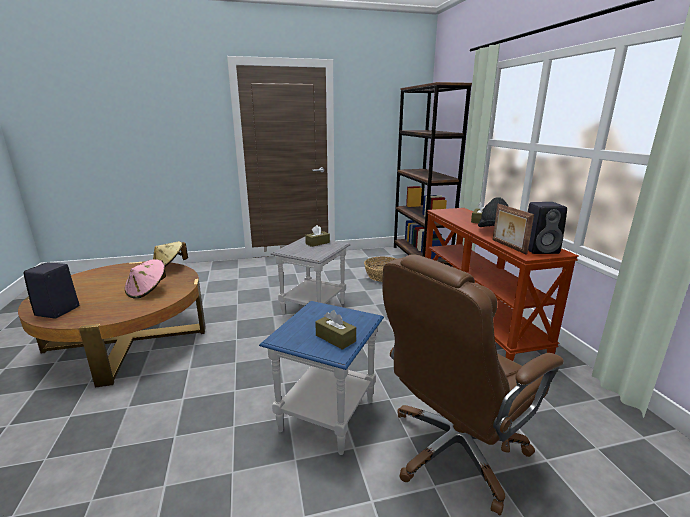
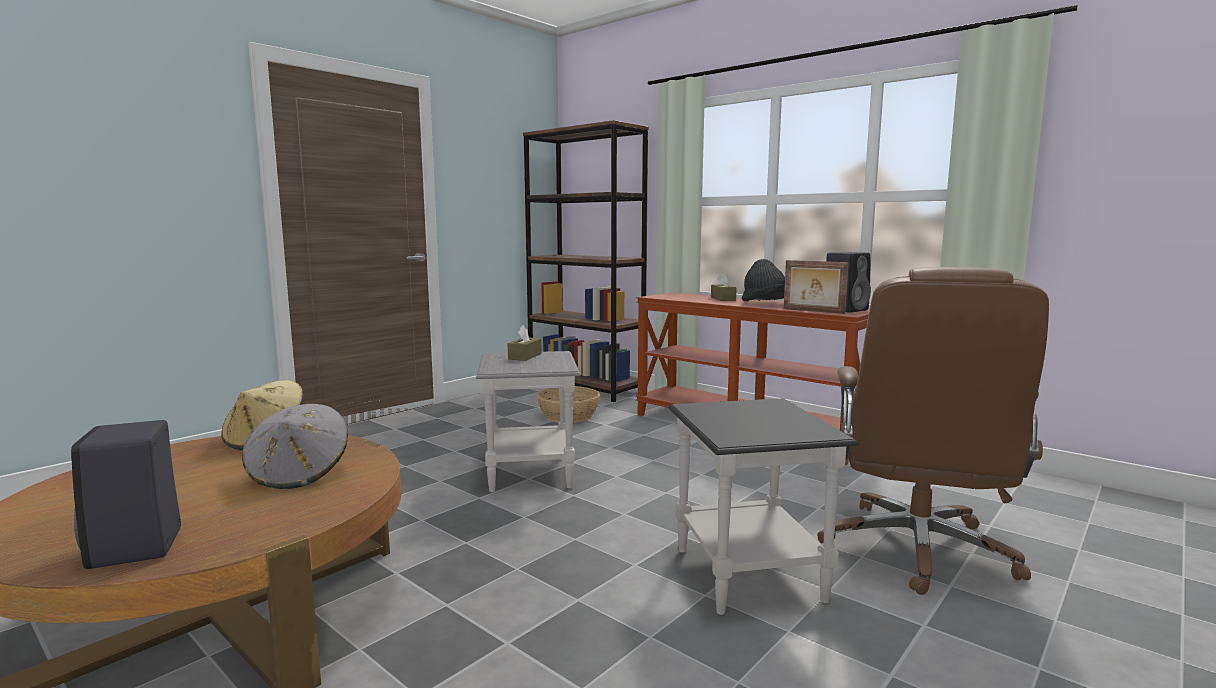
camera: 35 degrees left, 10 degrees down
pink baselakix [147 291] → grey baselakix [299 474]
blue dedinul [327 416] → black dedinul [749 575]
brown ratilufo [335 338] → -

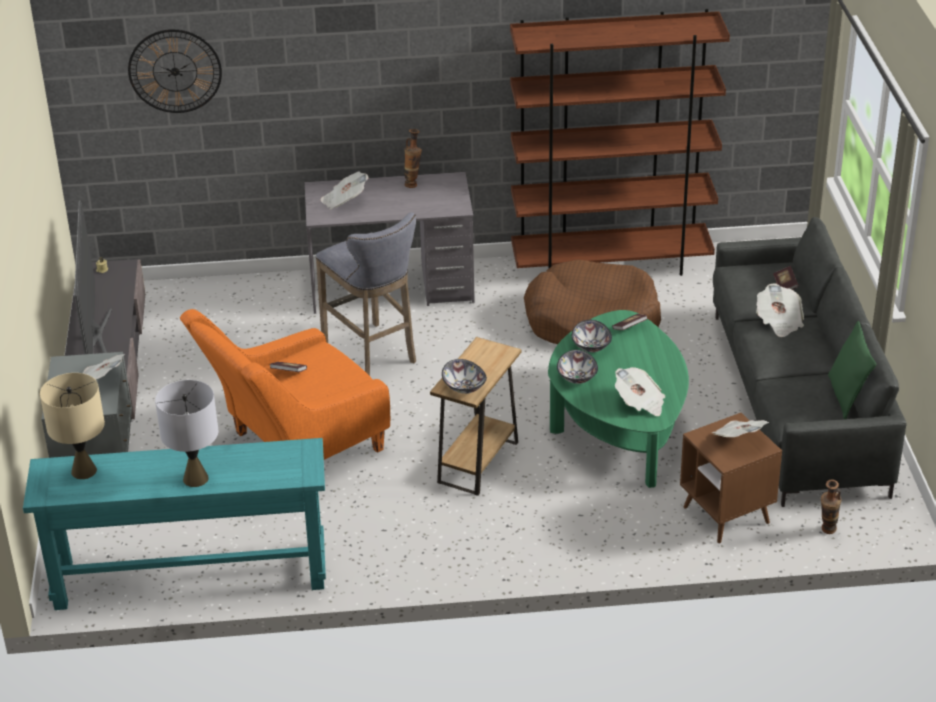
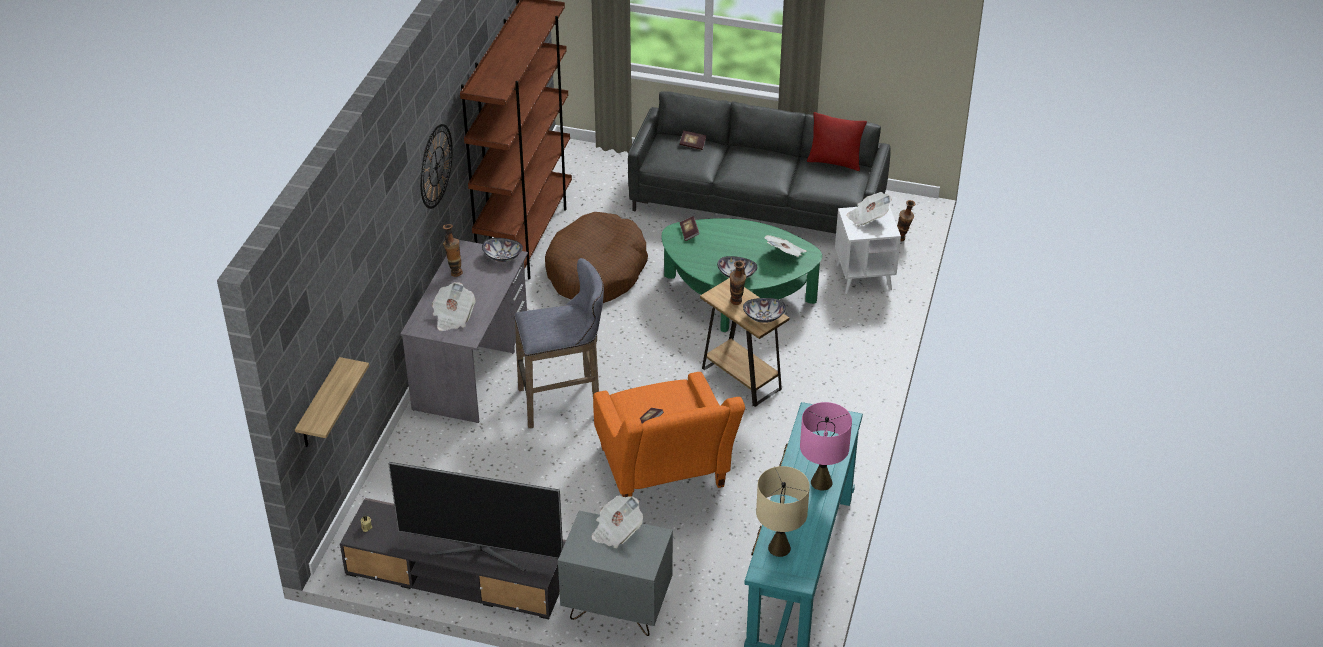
camera: 70 degrees left, 5 degrees up
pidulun [175 71] → pidulun [436 166], relocated
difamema [779 322] → -
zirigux [590 346] → zirigux [502 257], relocated
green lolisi [846 396] → red lolisi [834 162]
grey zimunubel [196 478] → pink zimunubel [821 482]
brown dedinul [726 515] → white dedinul [863 277]
- → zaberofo [736 304]
- → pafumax [319 406]

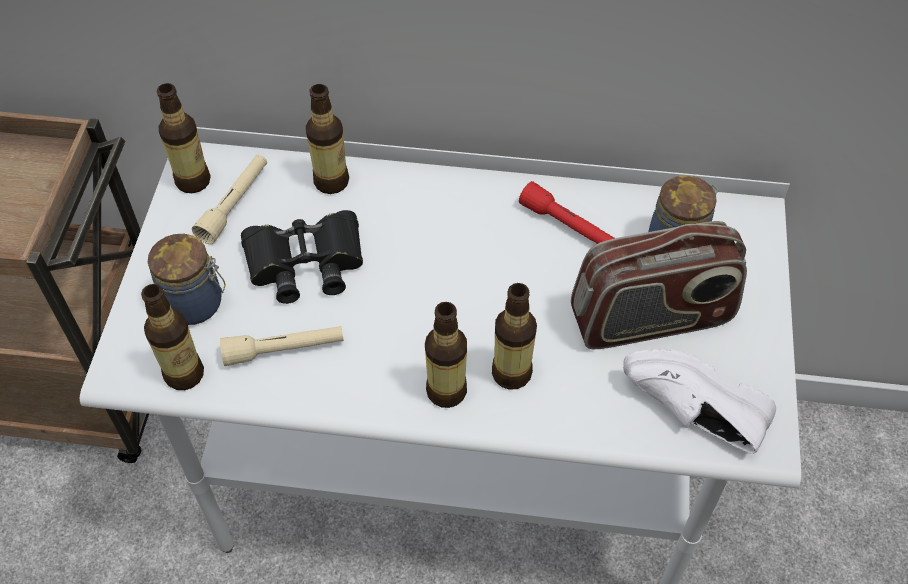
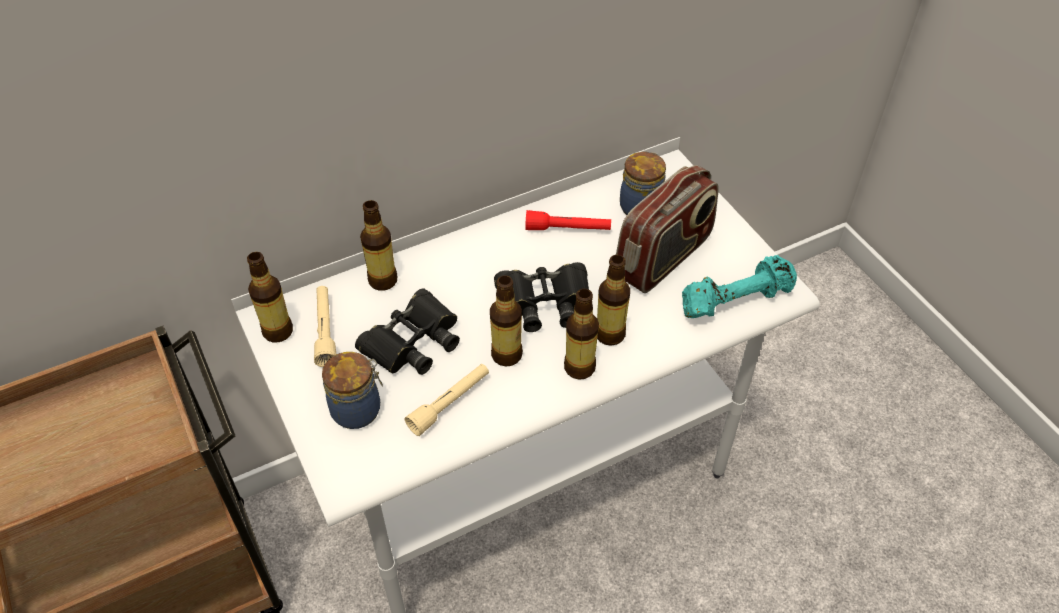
camera: 35 degrees left, 5 degrees down
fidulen [184 374] → fidulen [506 354], relocated
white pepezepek [692 417] → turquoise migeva [735 300]
- → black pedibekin [544 302]

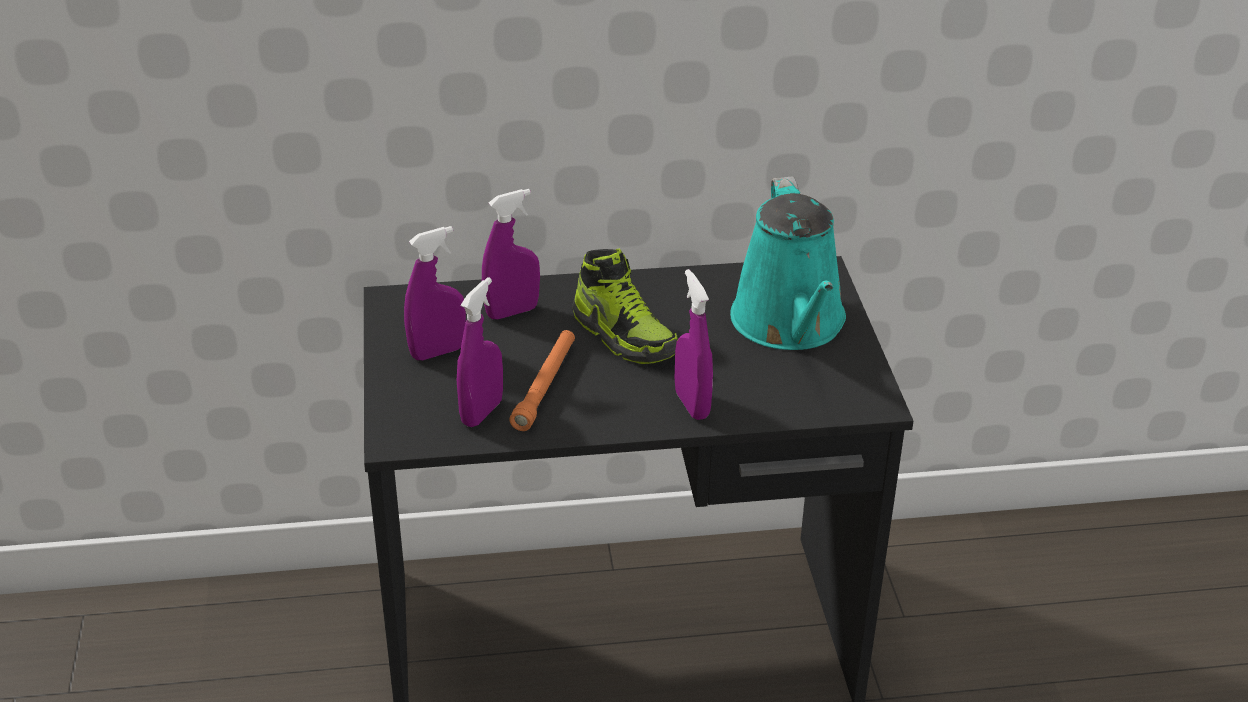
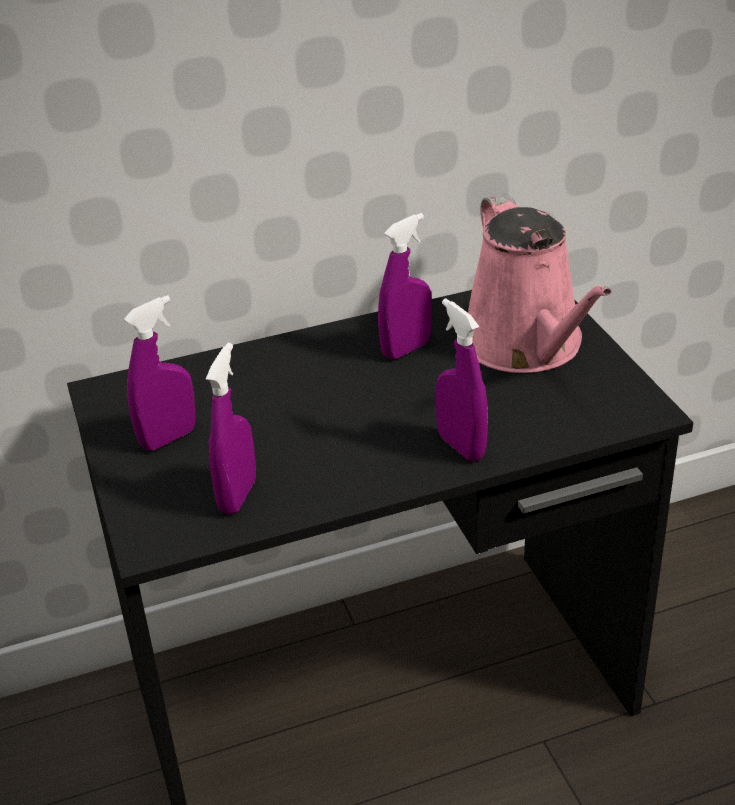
camera: 10 degrees left, 0 degrees up
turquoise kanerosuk [790 324] → pink kanerosuk [527 346]
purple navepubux [512 312] → purple navepubux [406 349], relocated
pepezepek [624 335] → -
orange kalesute [545 386] → -

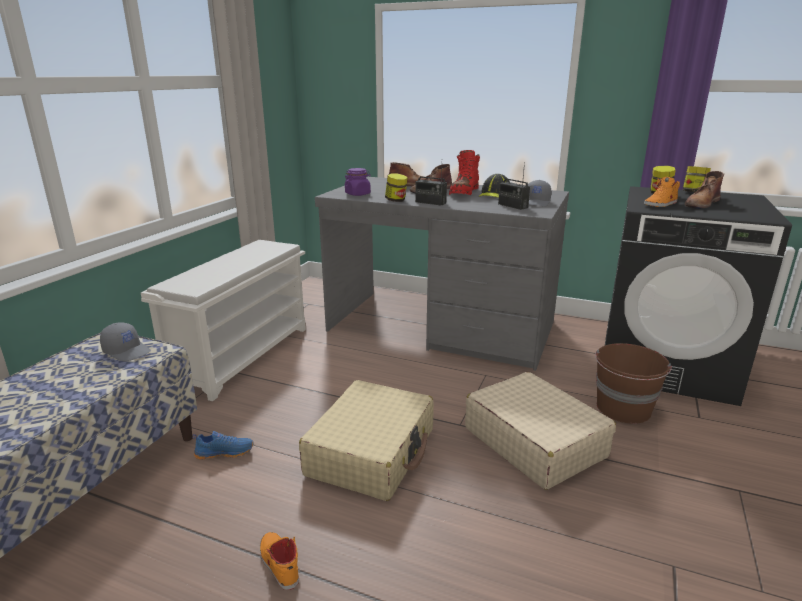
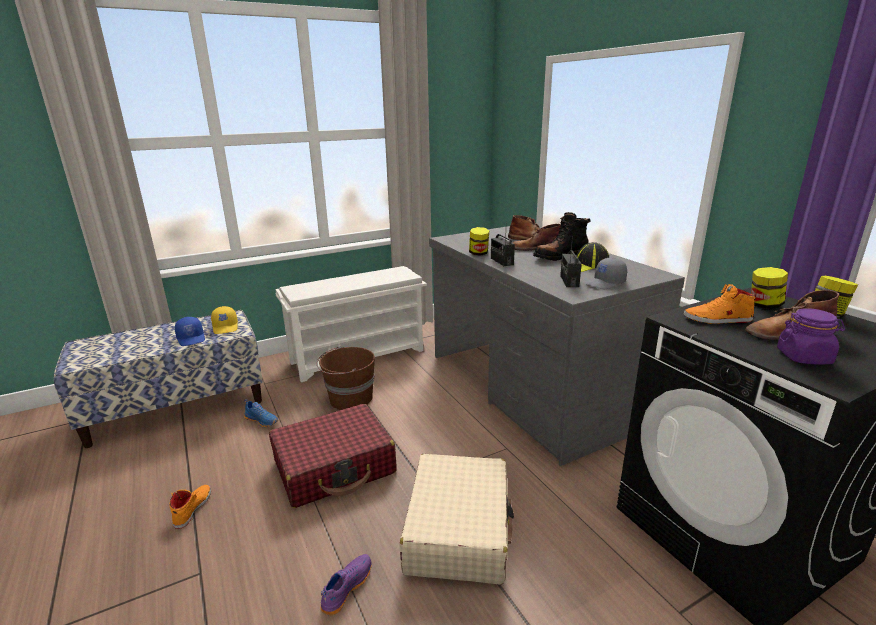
camera: 40 degrees right, 0 degrees up
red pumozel [464 192] → black pumozel [560 257]
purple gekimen [358 194] → purple gekimen [804 357], relocated
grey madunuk [127 351] → yellow madunuk [226 327]
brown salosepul [623 409] → brown salosepul [350 399], relocated
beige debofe [372 452] → red debofe [335 467]
- → blue madunuk [191 338]
- → purple pepezepek [346 587]

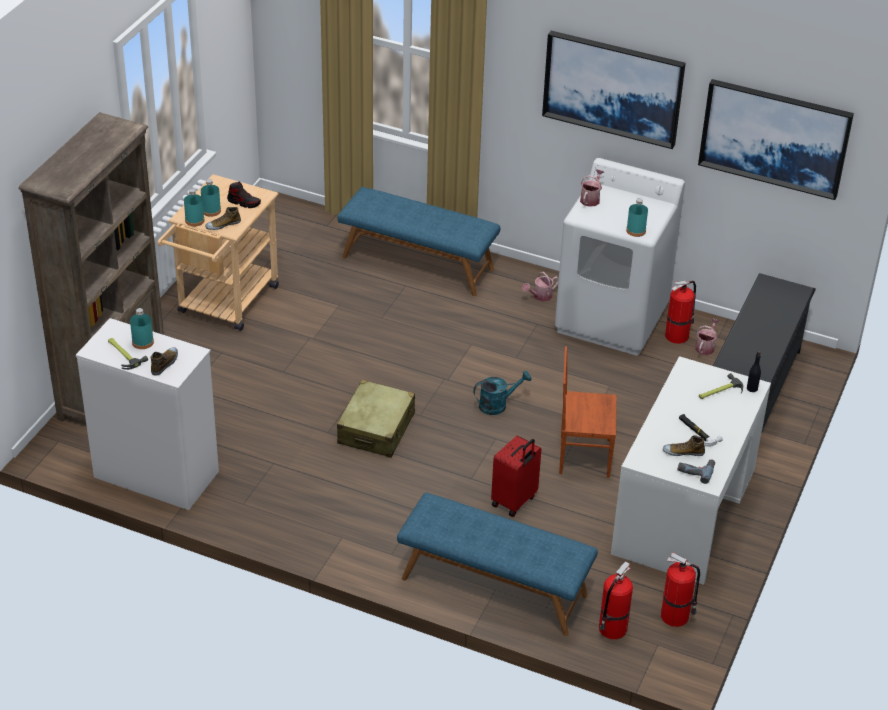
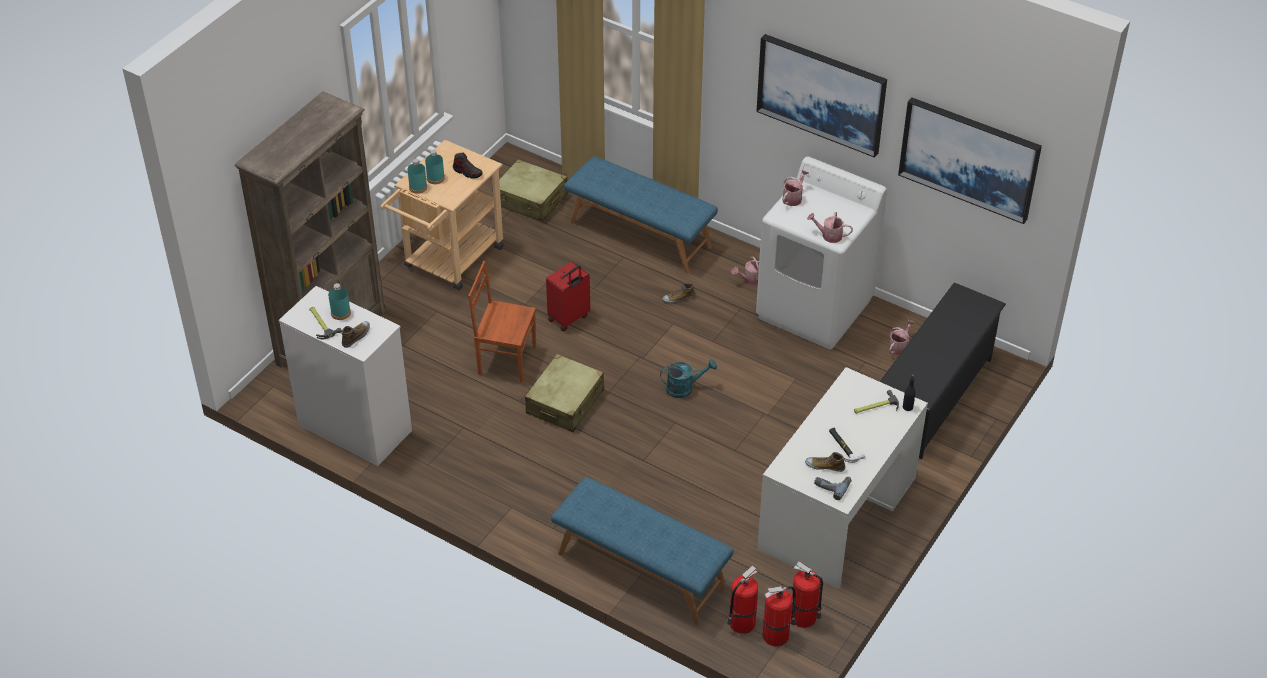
camera: 10 degrees right, 5 degrees up
turquoise fidulen [636 230] → kanerosuk [829 235]
pepezepek [223 225] → pepezepek [678 298], relocated
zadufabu [677 335] → zadufabu [777 635], relocated
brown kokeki [583 455] → brown kokeki [506 359], relocated
red debofe [514 501] → red debofe [569 318], relocated
- → beige debofe [531 200]

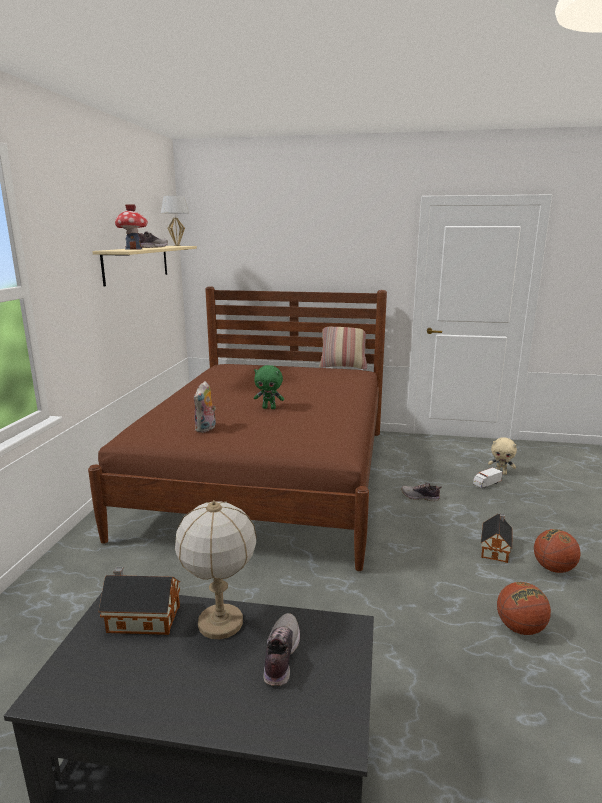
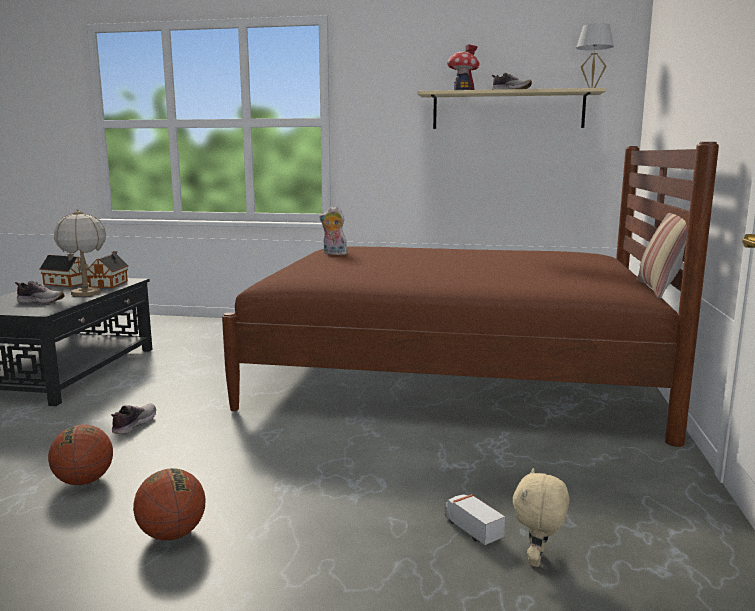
camera: 90 degrees right, 5 degrees down
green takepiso [269 408] → -
pepezepek [420 497] → pepezepek [133 425], relocated
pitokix [495 549] → pitokix [67 283], relocated

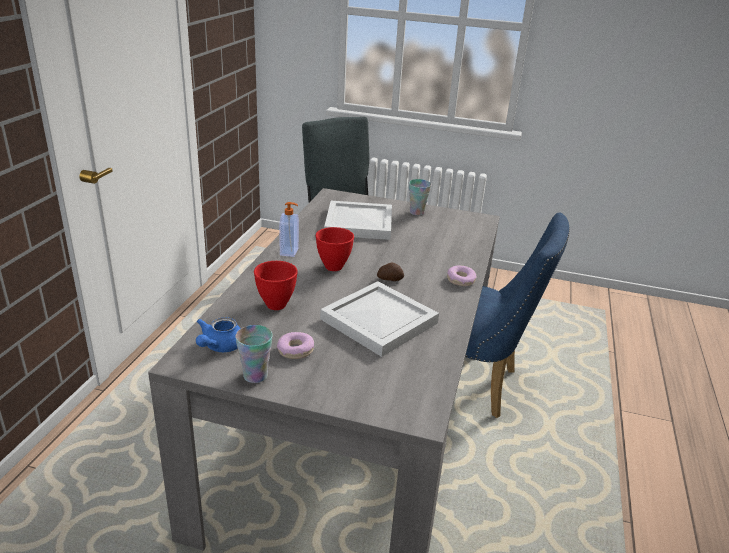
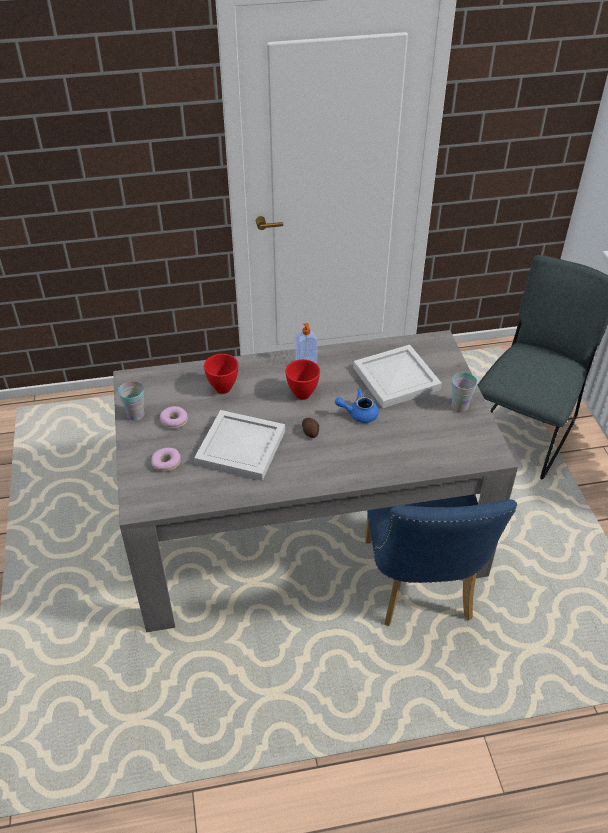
camera: 65 degrees right, 15 degrees up
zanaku [460 280] → zanaku [166 463], relocated
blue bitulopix [219 346] → blue bitulopix [358 414], relocated

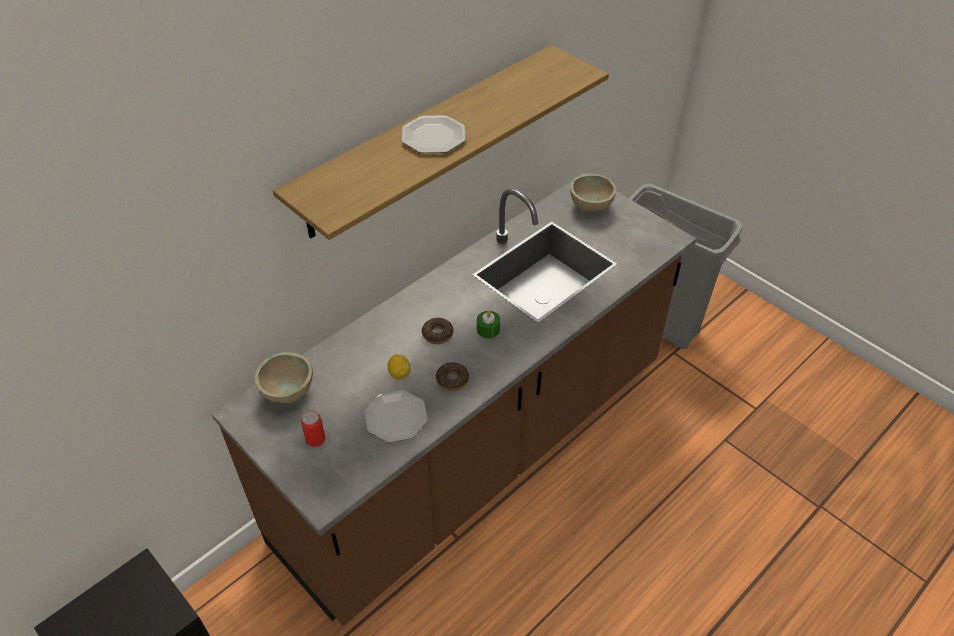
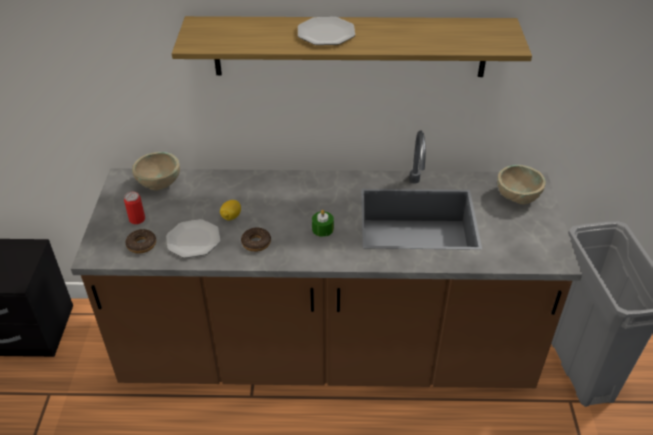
camera: 45 degrees right, 5 degrees down
zanaku [437 334] → zanaku [141 245], relocated

